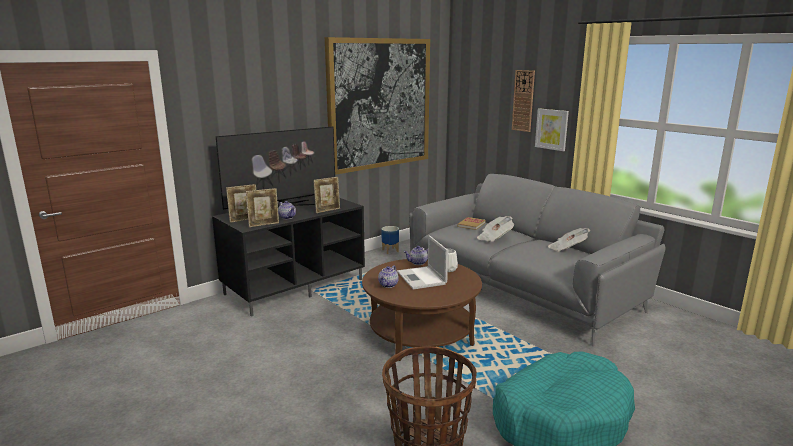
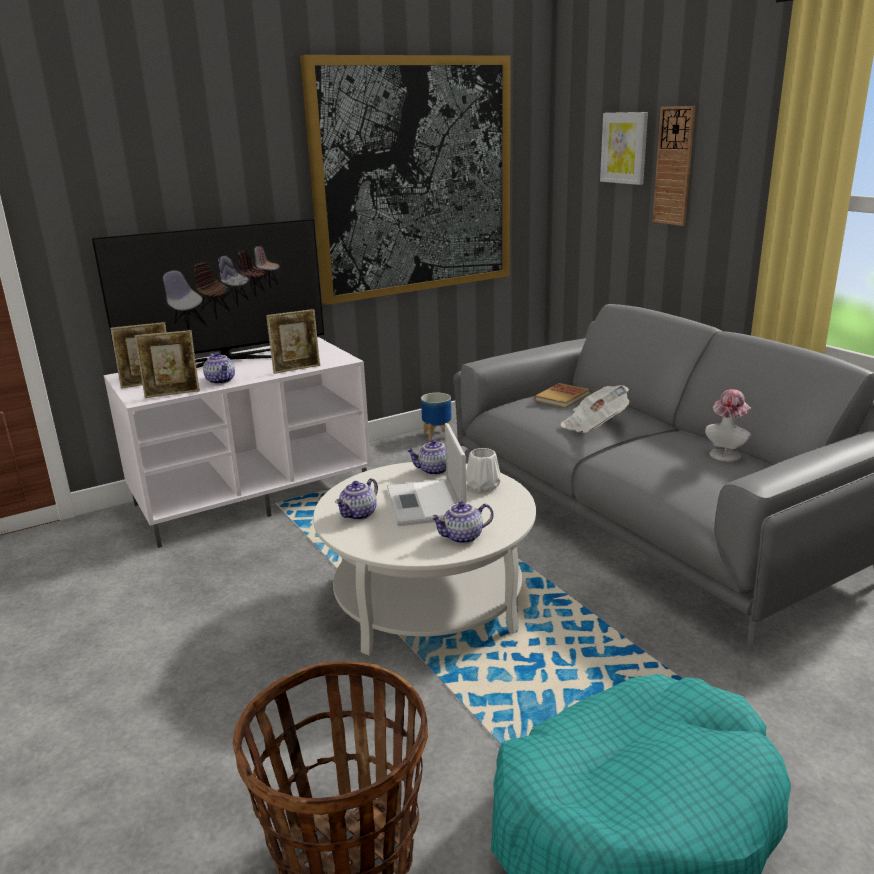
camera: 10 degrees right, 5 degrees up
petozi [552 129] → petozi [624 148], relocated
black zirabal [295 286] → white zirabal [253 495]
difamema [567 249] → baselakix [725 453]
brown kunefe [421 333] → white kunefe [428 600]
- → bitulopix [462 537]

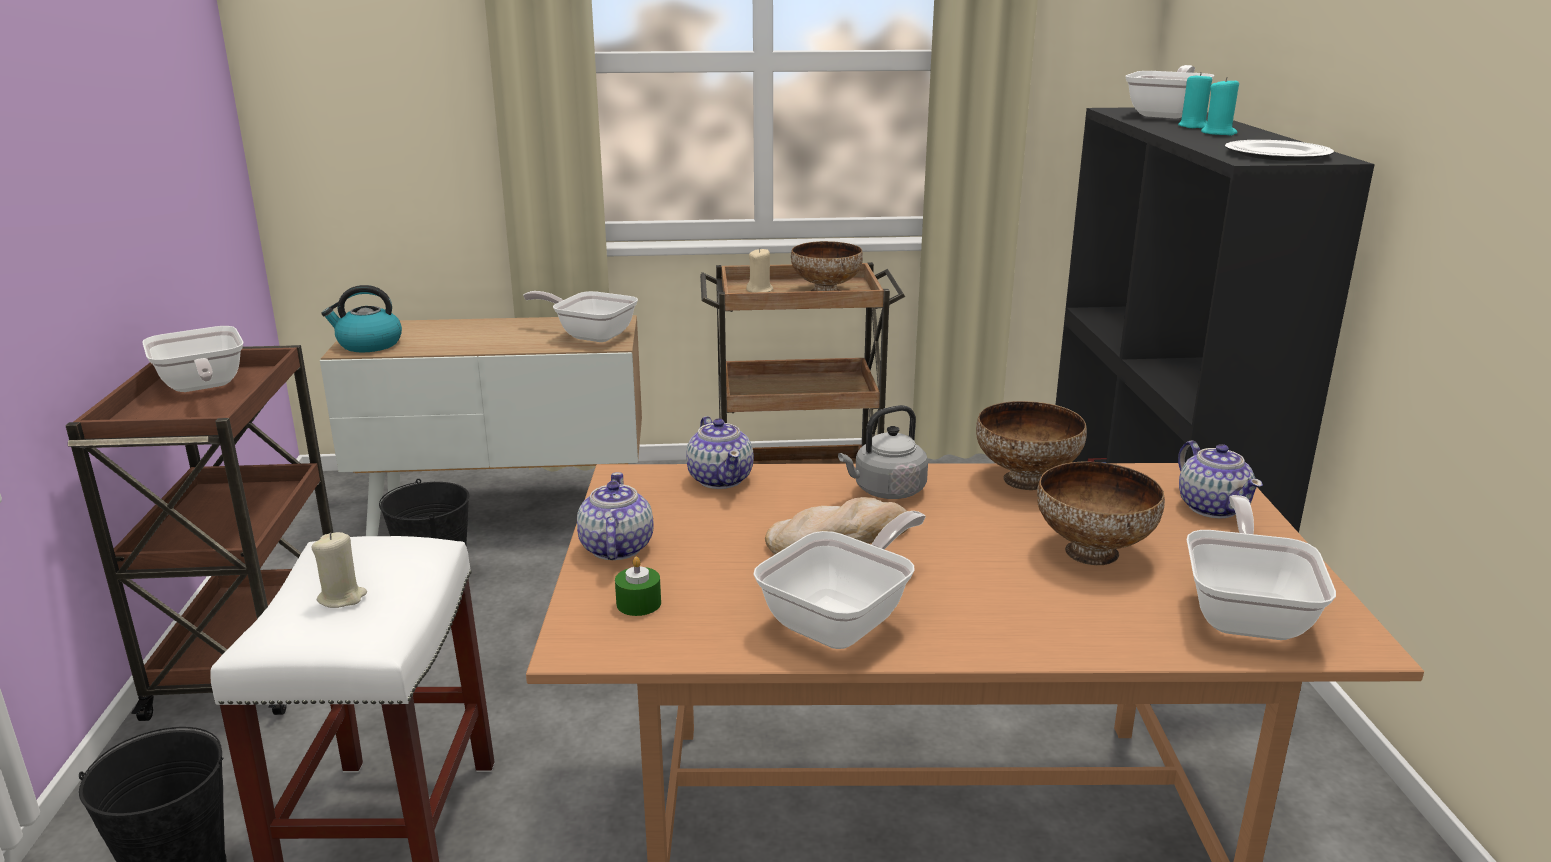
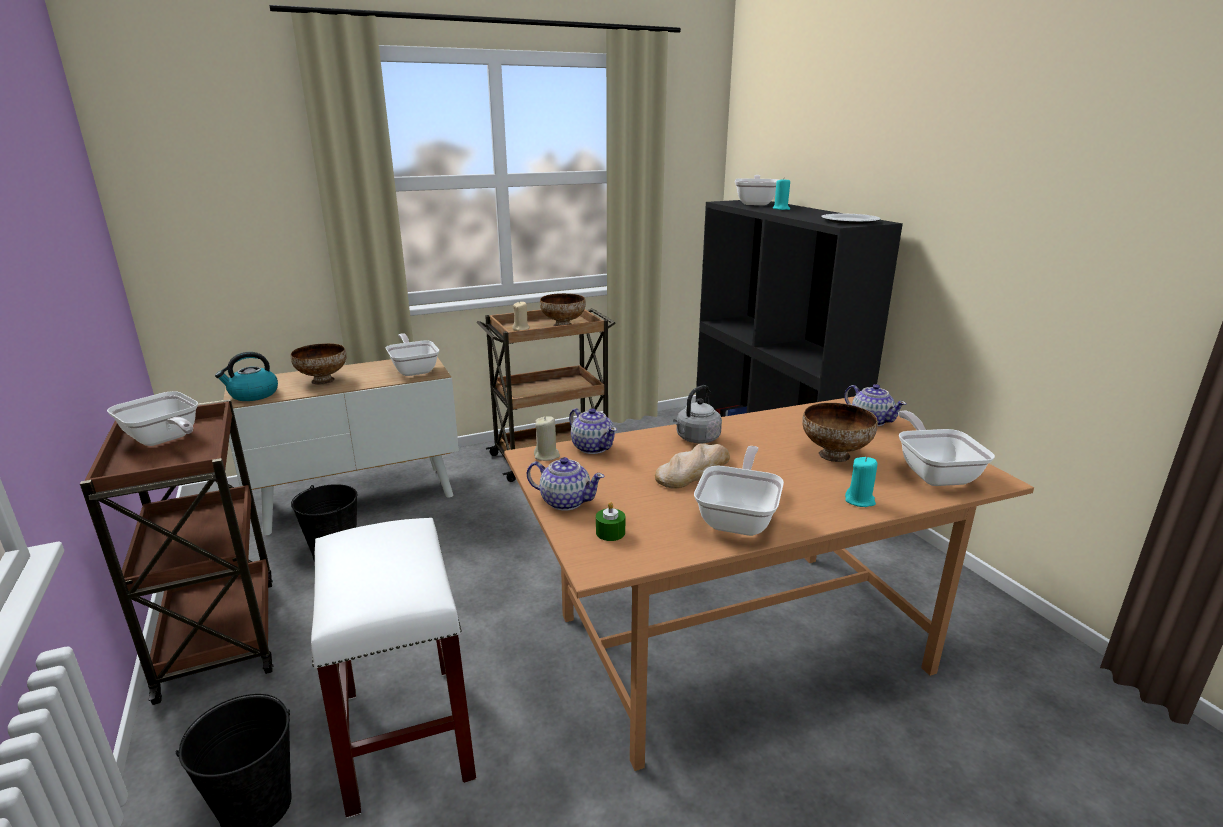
camera: 20 degrees left, 0 degrees up
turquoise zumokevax [1218 133] → turquoise zumokevax [860 500], relocated
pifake [590 335] → pifake [414 369], 60 degrees clockwise
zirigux [1027 479] → zirigux [323 380], relocated
bitulopix [615 549] → bitulopix [565 501], 135 degrees clockwise
beige zumokevax [342 598] → beige zumokevax [547 456], relocated

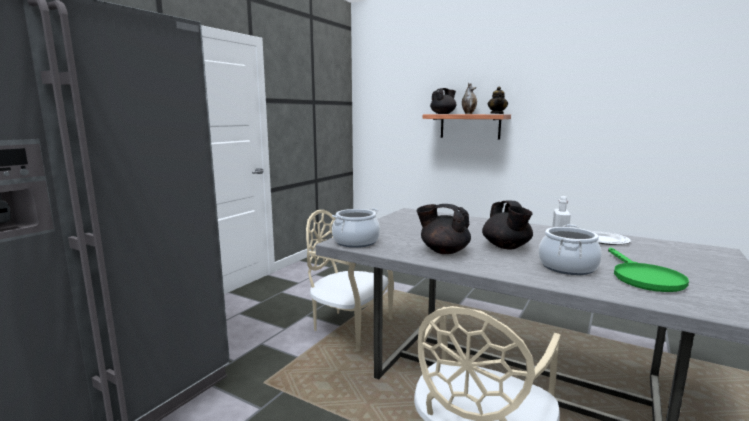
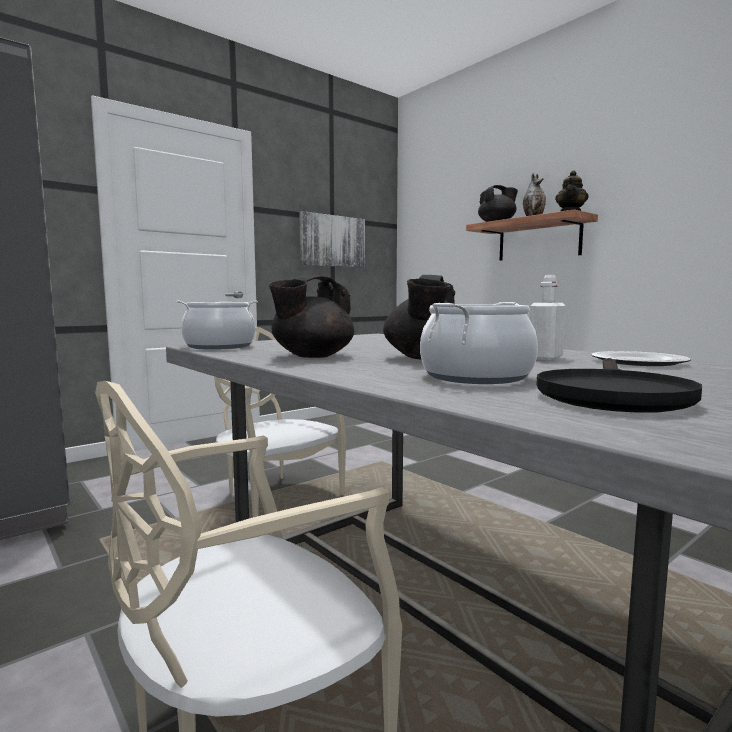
camera: 20 degrees right, 5 degrees down
black bitulopix [443 251] → black bitulopix [312 356], 90 degrees counterclockwise
green pifake [642 277] → black pifake [611 394]
- → petozi [332 241]

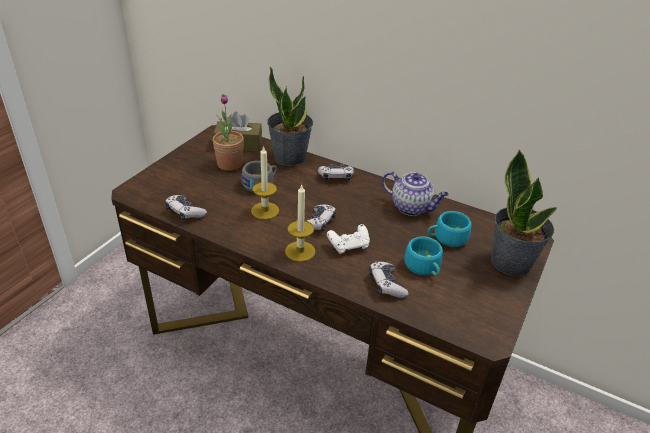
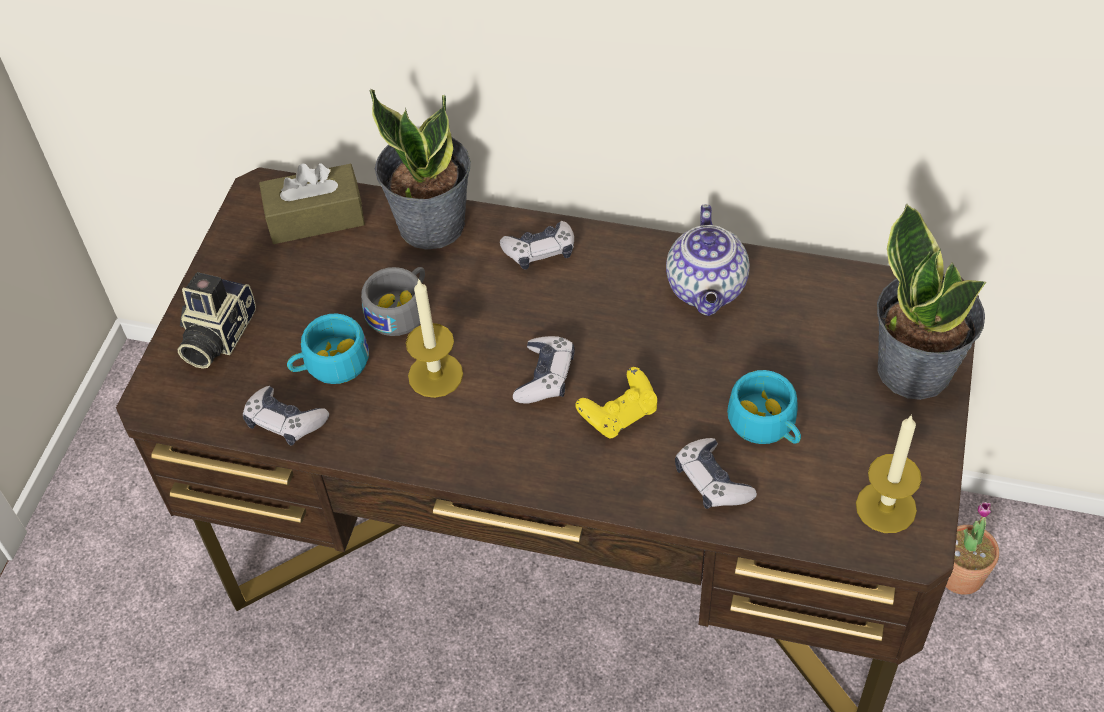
camera: 10 degrees left, 15 degrees up
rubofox [229 164] → rubofox [960 575], relocated
bitulopix [412 207] → bitulopix [707 289], 75 degrees clockwise
zumokevax [300 251] → zumokevax [886 507], relocated
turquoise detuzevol [446 238] → turquoise detuzevol [330 364], relocated
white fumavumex [349 246] → yellow fumavumex [619 414]
- → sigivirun [216 336]

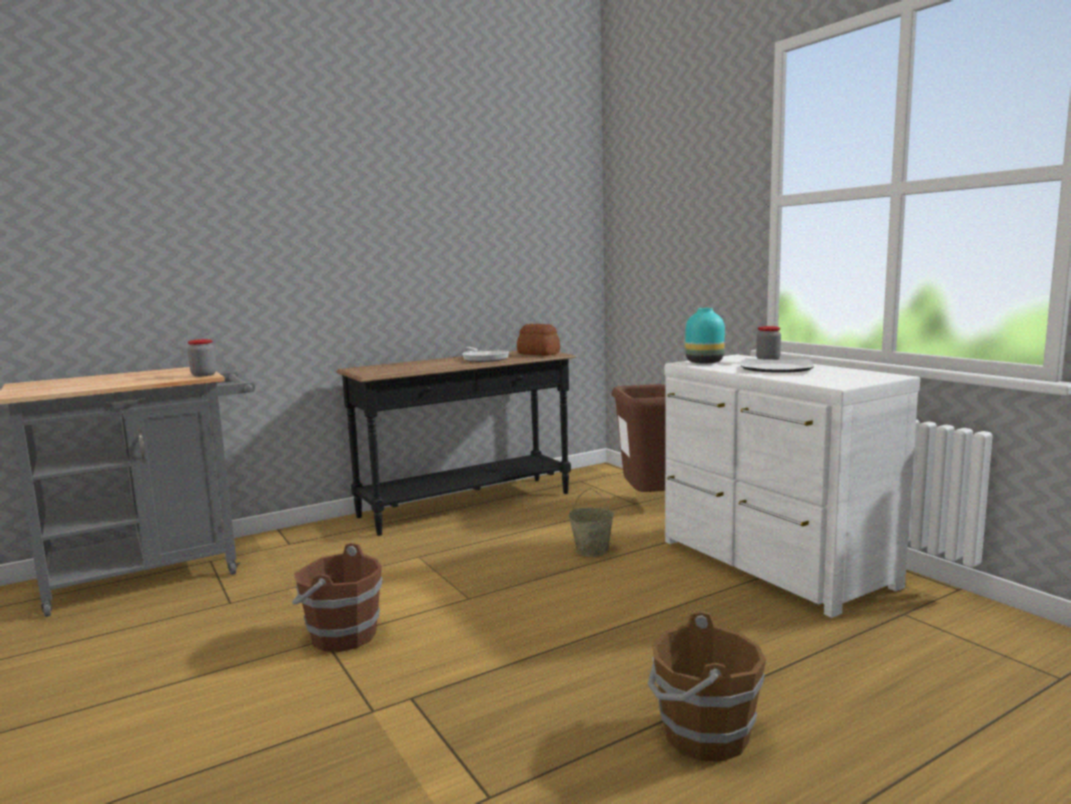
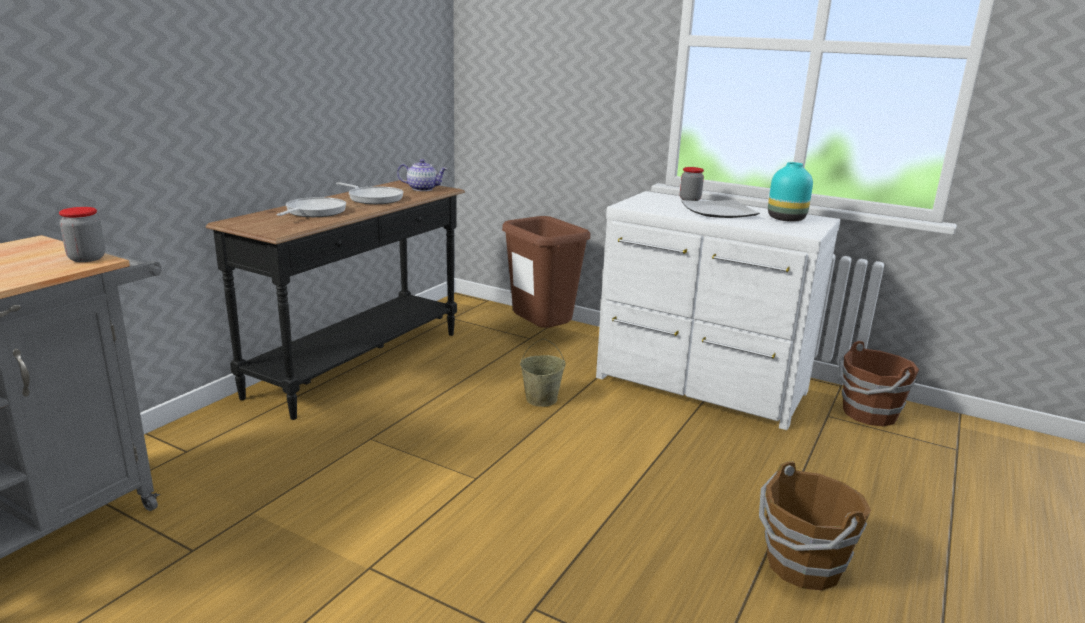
camera: 30 degrees left, 10 degrees up
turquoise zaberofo [705 362] → turquoise zaberofo [787 219], relocated
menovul [538 354] → bitulopix [423 189]
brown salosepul [341 636] → brown salosepul [868 414], relocated
- → pifake [313 212]

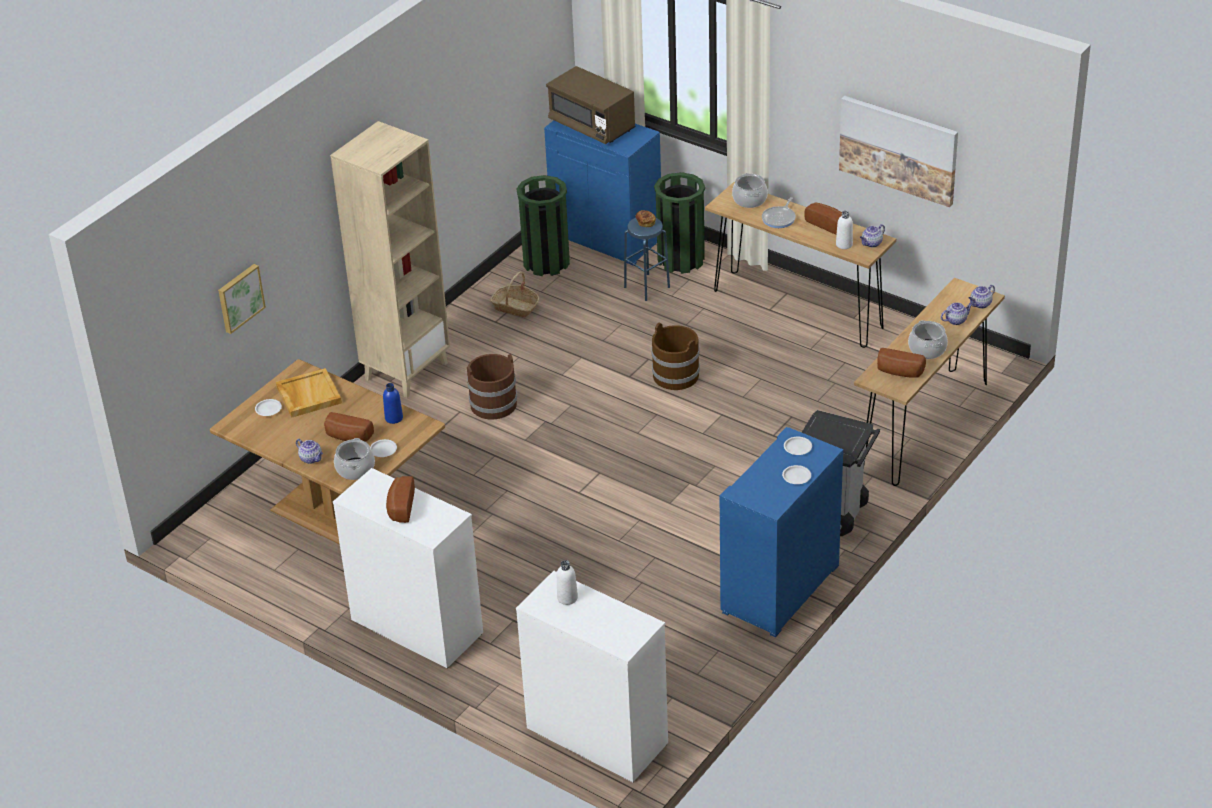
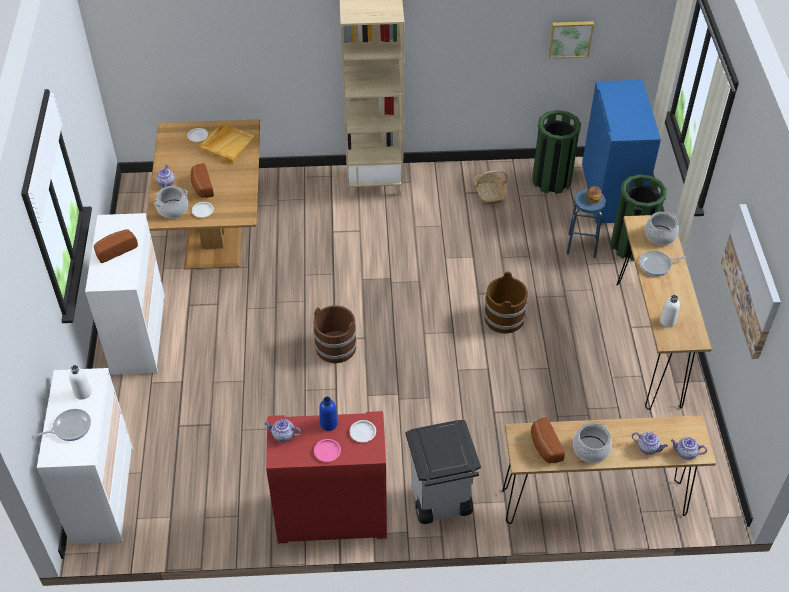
camera: 50 degrees right, 10 degrees up
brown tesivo [592 126] → -
menovul [827 224] → -
bitulopix [871 244] → bitulopix [283 435], relocated
petozi [239 297] → petozi [570 38], relocated
brown salosepul [493 404] → brown salosepul [336 347], relocated
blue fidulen [394 418] → blue fidulen [328 423], relocated
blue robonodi [781 589] → red robonodi [331 516]
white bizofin [796 476] → pink bizofin [327 451]
- → pifake [70 427]

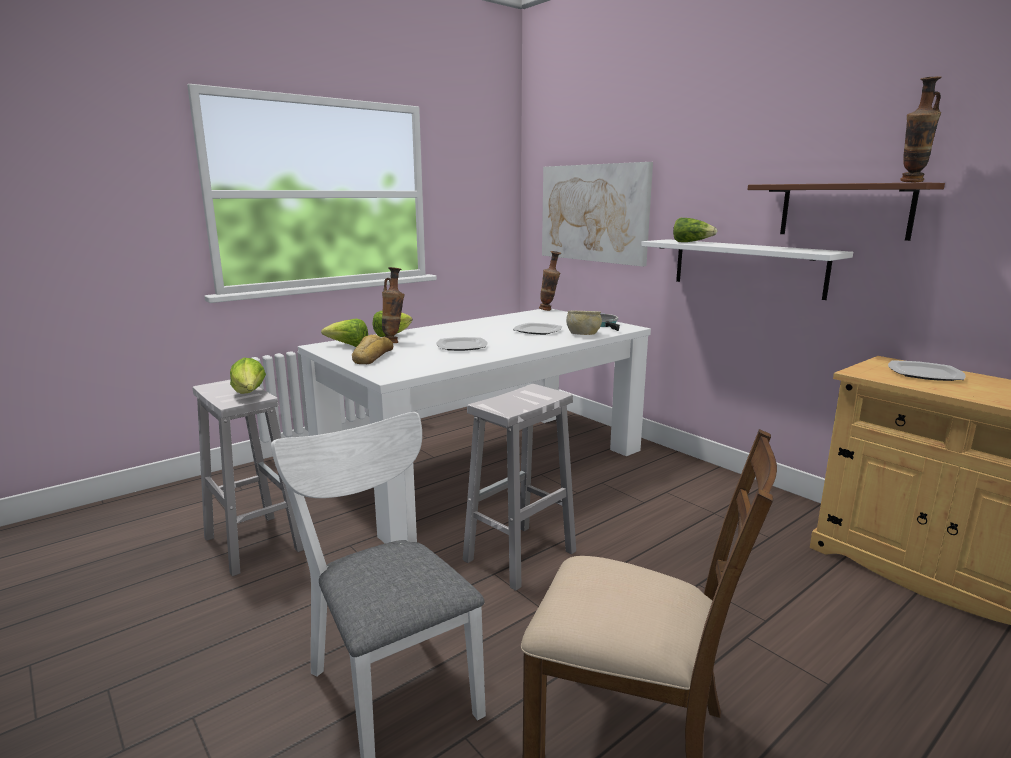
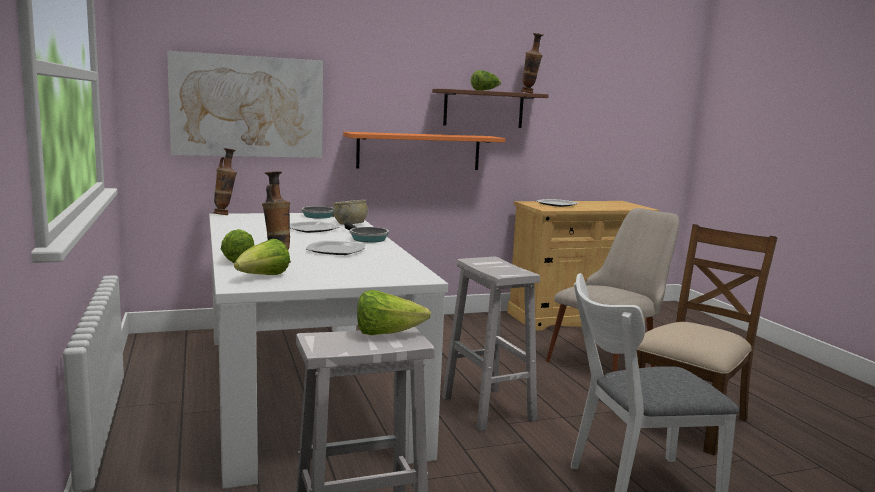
camera: 70 degrees left, 5 degrees down
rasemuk [691 242] → rasemuk [485 91], relocated
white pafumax [747 267] → orange pafumax [419 151]
menovul [371 357] → -
- → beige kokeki [610 362]
- → pifake [366 238]

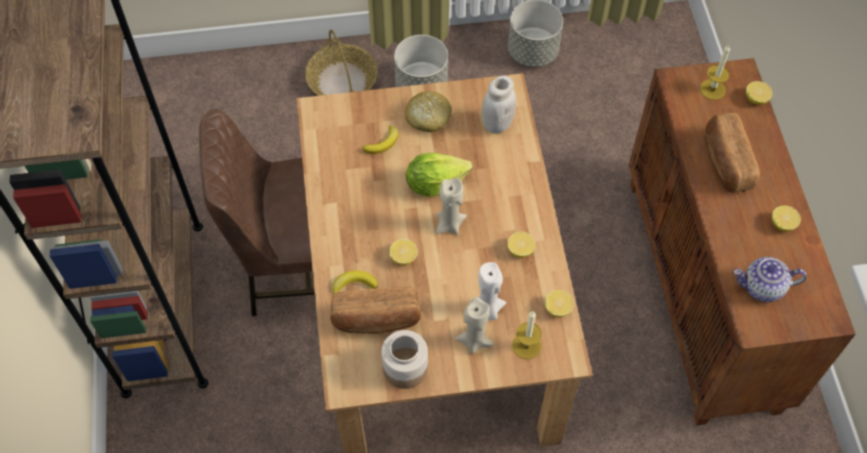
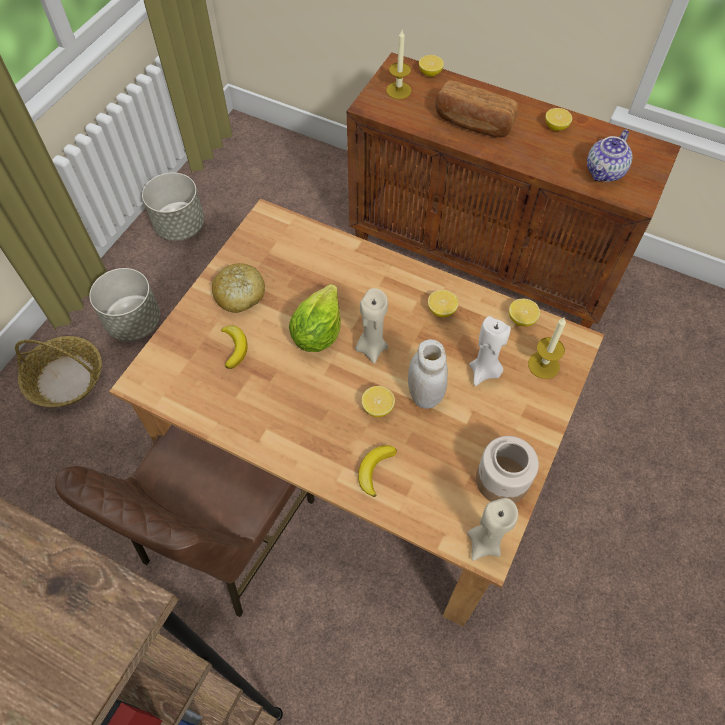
camera: 55 degrees left, 0 degrees up
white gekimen [497 124] → white gekimen [425 394], relocated
menovul [376 319] → -
beige zumokevax [474 340] → beige zumokevax [485 542], relocated

